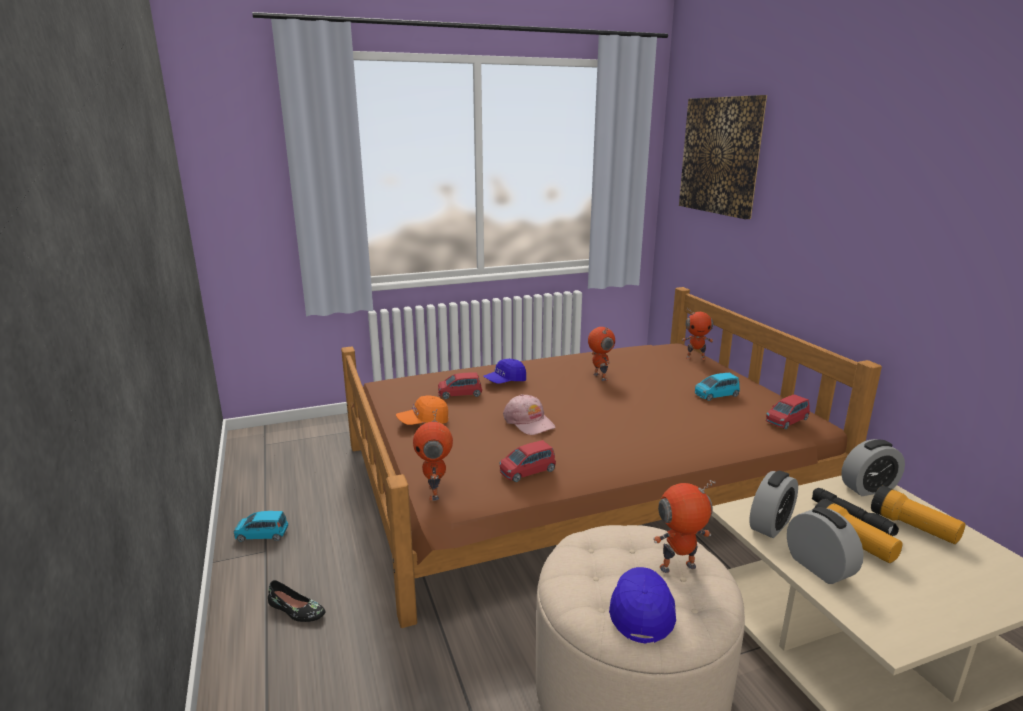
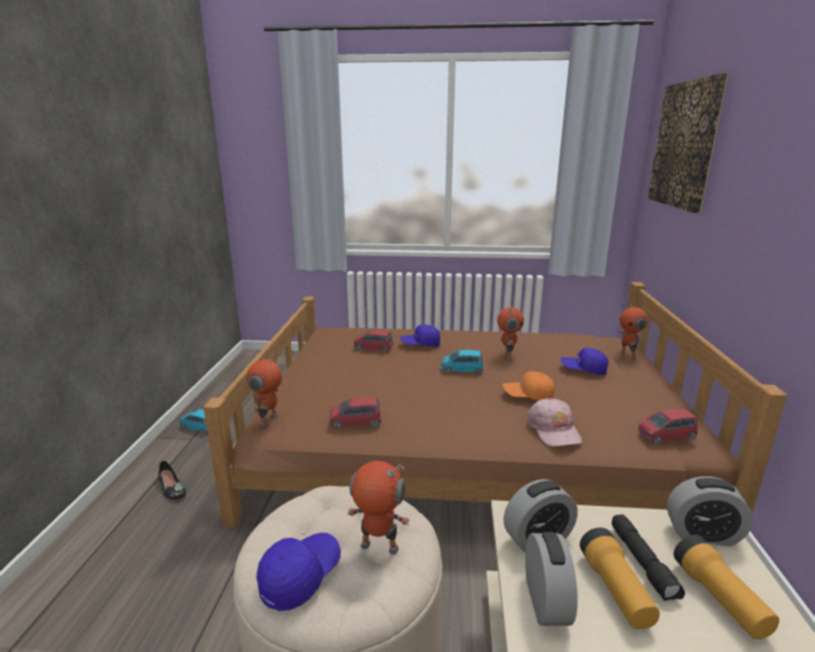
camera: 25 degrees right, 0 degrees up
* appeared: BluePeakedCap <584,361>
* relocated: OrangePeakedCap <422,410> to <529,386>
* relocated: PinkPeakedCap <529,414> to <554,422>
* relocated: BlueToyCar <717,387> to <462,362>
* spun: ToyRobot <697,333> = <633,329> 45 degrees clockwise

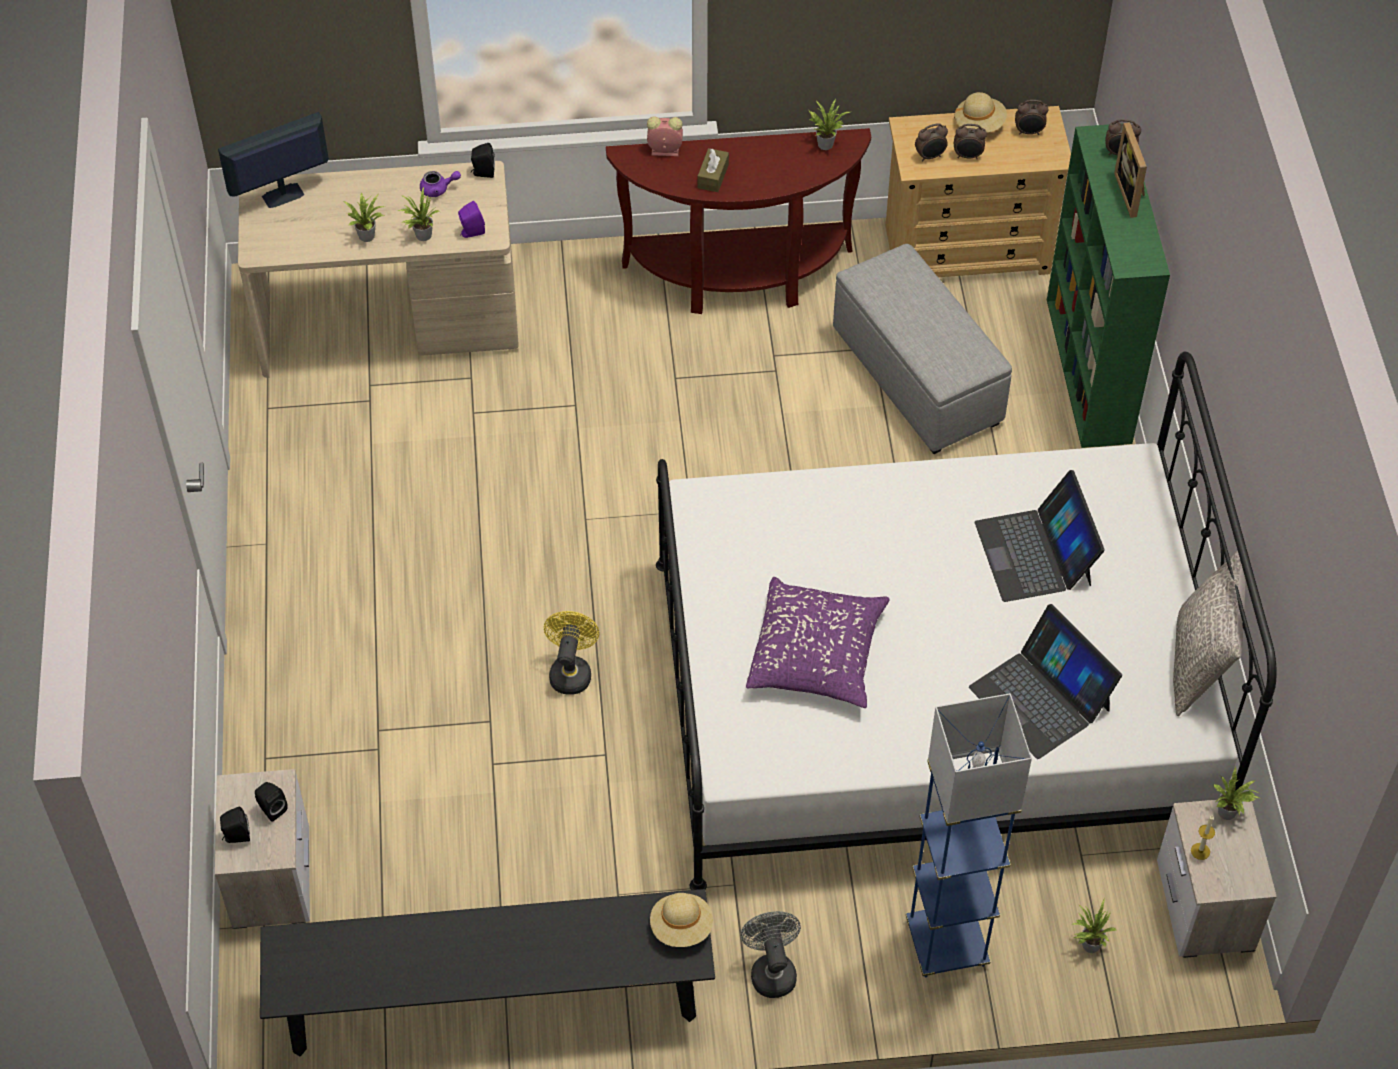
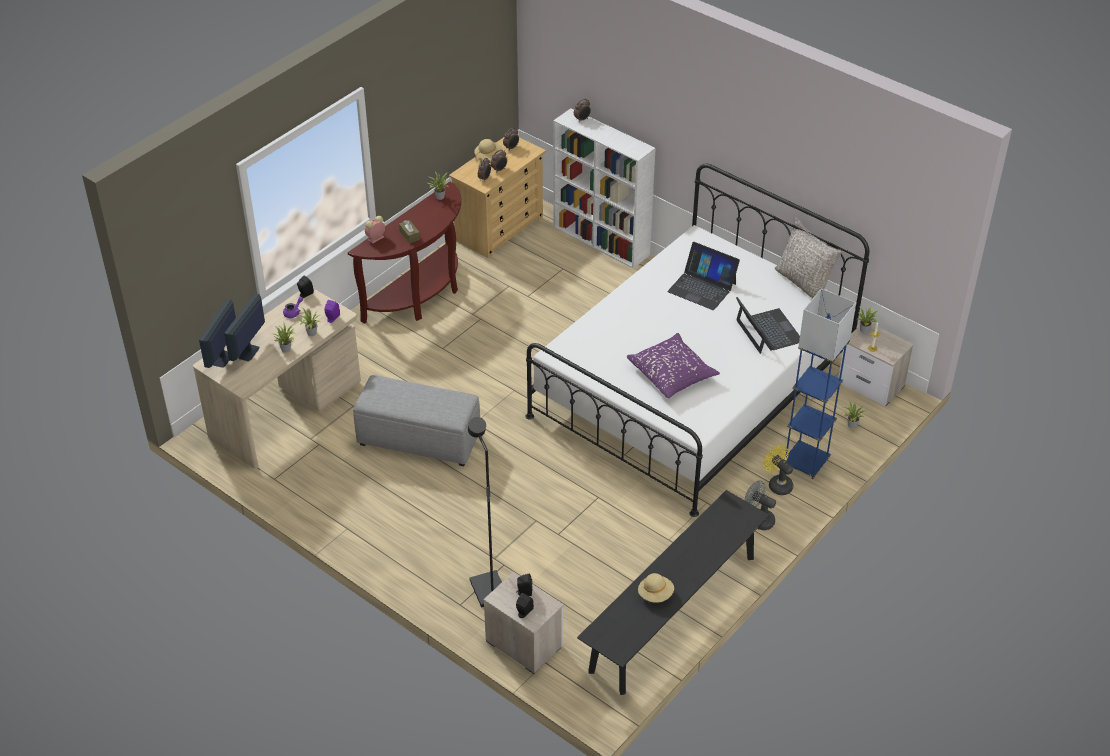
camera: 45 degrees left, 10 degrees down
* missing: PictureFrame <1130,170>
* appeared: ComputerDisplay <244,327>
* appeared: BlackStandardLamp <485,512>
* relocated: YellowCoolingFan <571,653> to <778,470>
* relocated: SandColouredClothingHat <681,920> to <656,588>
* relocated: GreyishFootrest <922,349> to <416,420>
* colour: GreenishShelvingUnit <1108,285> to WhitishShelvingUnit <604,188>
* spun: NotebookComputer <1045,681> = <768,325> 120 degrees counterclockwise

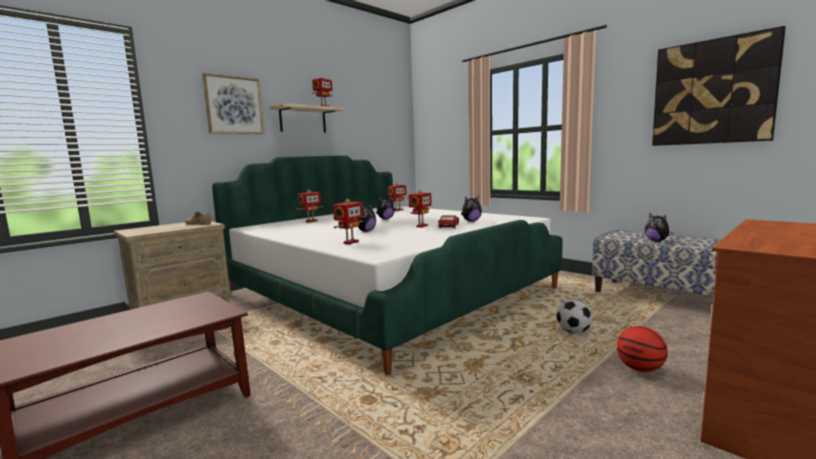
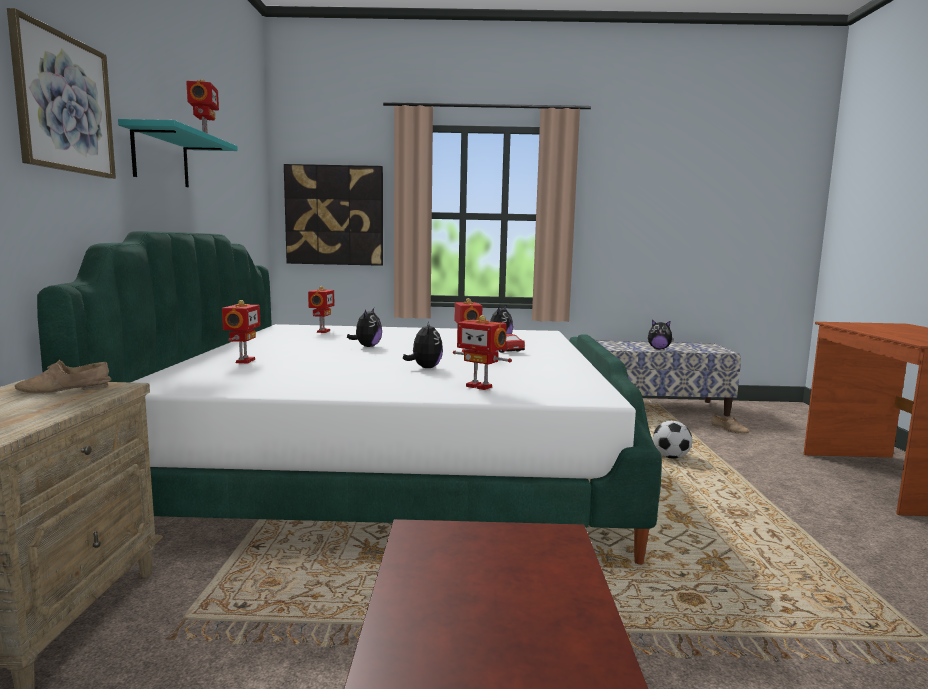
camera: 45 degrees left, 0 degrees up
* missing: BallForBasketball <642,349>
* appeared: SandColouredShoe <730,424>
* relocated: WallPicture <719,86> to <333,215>
* colour: SandColouredBracketShelf <307,118> to BlueGreenBracketShelf <178,153>
* spun: ToyRobot <348,221> = <482,352> 135 degrees clockwise

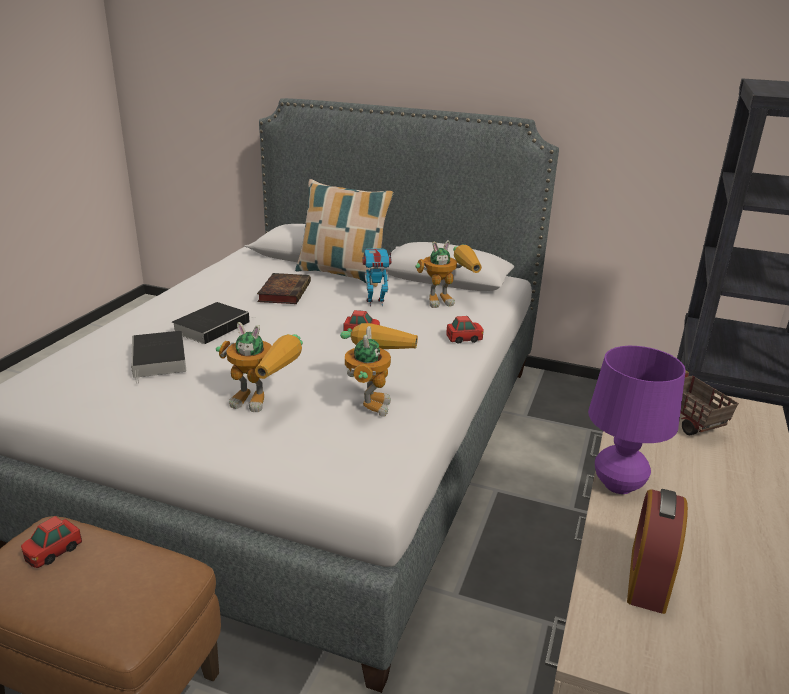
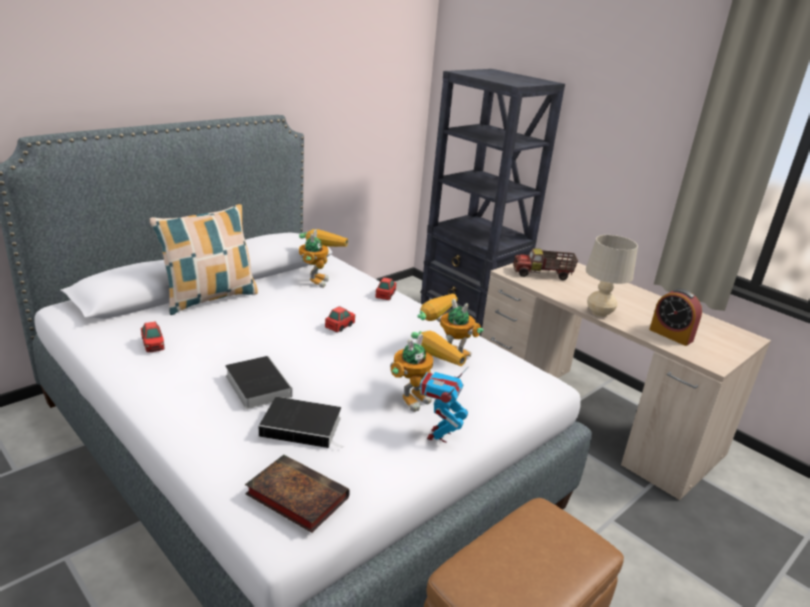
camera: 65 degrees left, 0 degrees up
* relocated: ToyCar <51,542> to <153,336>
* relocated: Volume <284,288> to <297,494>
* relocated: ToyRobot <377,277> to <443,405>
* colour: PurpleTableLamp <637,420> to SandColouredTableLamp <612,276>

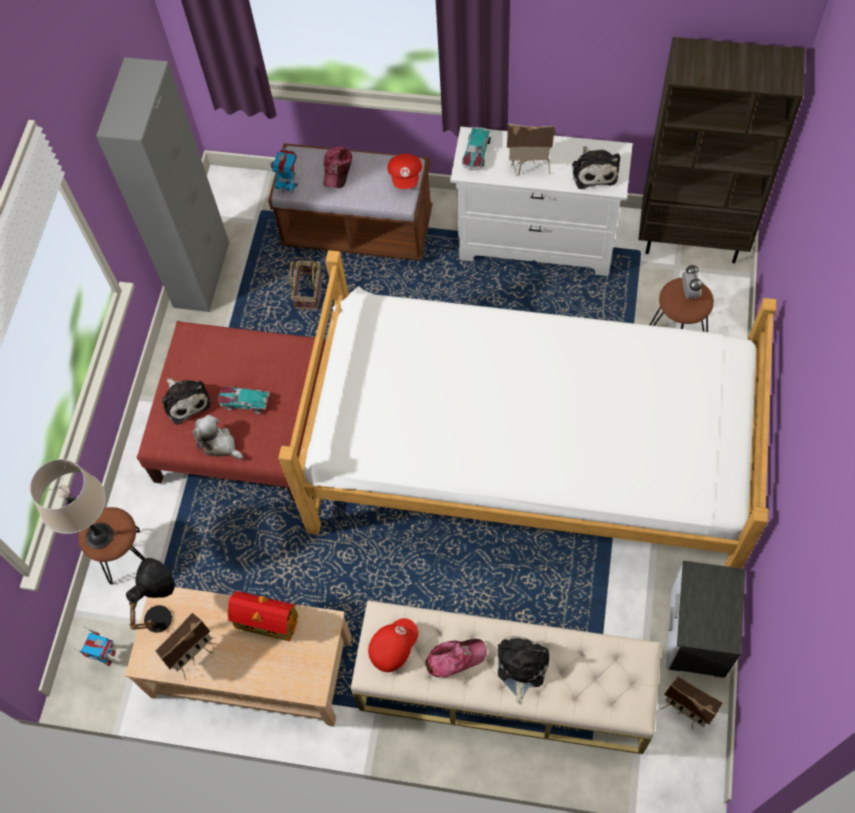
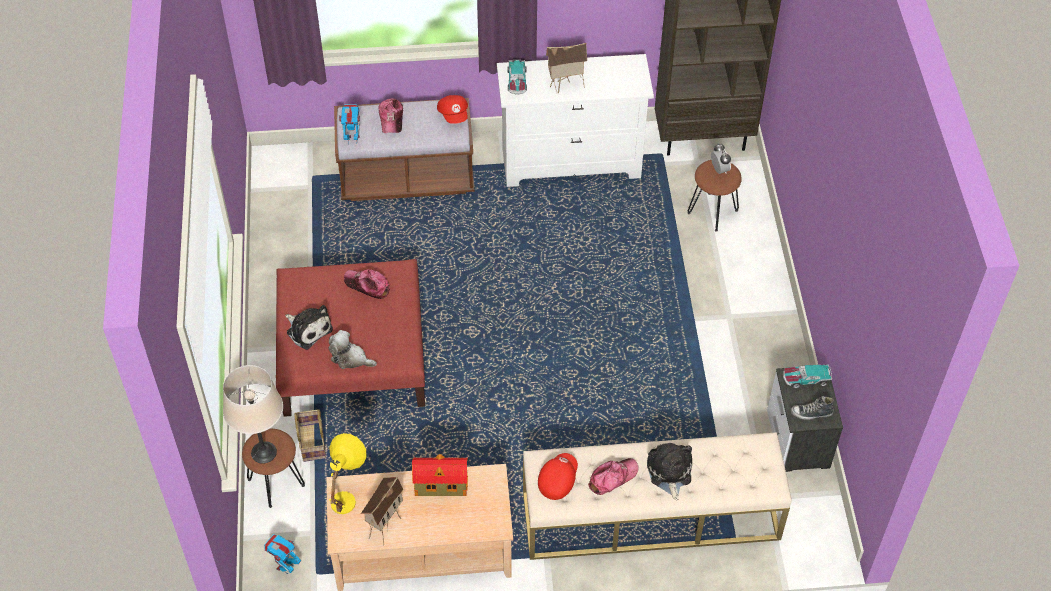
camera: 20 degrees left, 10 degrees down
* missing: GreyishCupboard <162,184>
* missing: BedroomBed <527,409>
* missing: CuddlyToy <596,167>
* missing: MiniatureHouse <692,703>
* appeared: PeakedCap <367,284>
* appeared: Shoe <812,408>
* relocated: ToyCar <243,400> to <807,376>
* relocated: StorageBasket <306,285> to <310,435>
* colour: BlackTableLamp <150,595> to YellowTableLamp <348,473>
* spun: ToyRobot <95,646> = <282,554> 150 degrees counterclockwise

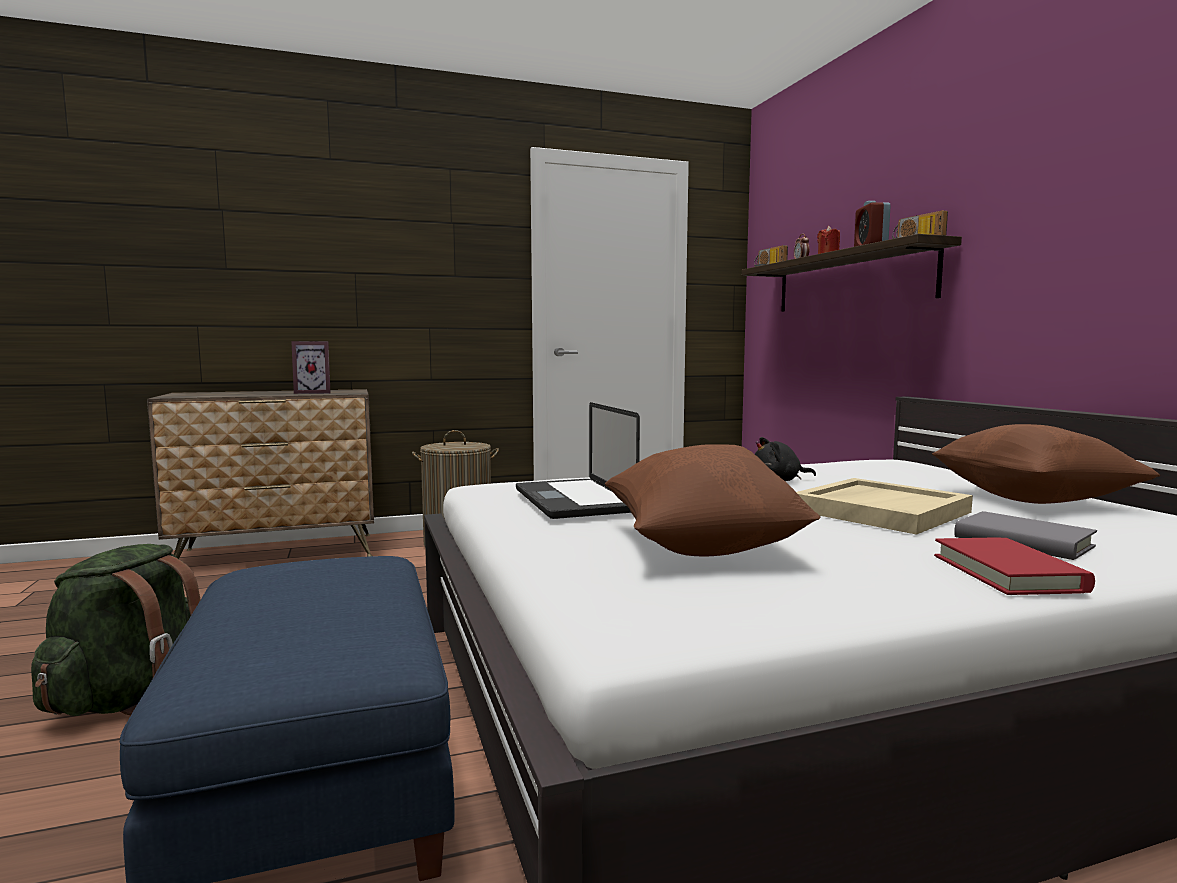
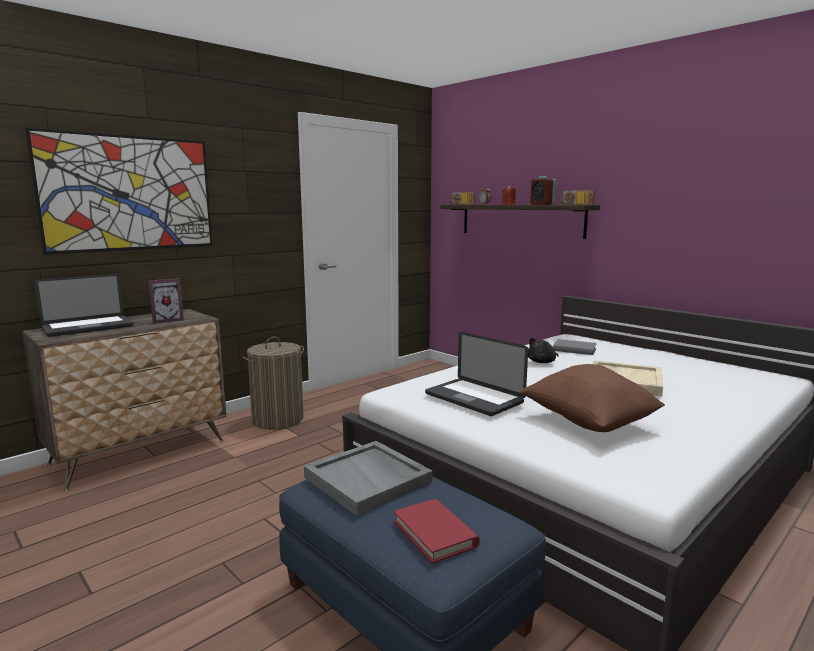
camera: 25 degrees left, 5 degrees up
* missing: GreenishKnapsack <115,630>
* missing: BrownCushion <1046,464>
* appeared: WallPicture <118,191>
* appeared: NotebookComputer <84,305>
* appeared: GreyishServingTray <368,478>
* relocated: RedVolume <1014,566> to <436,531>
* relocated: GreyishVolume <1025,535> to <575,347>

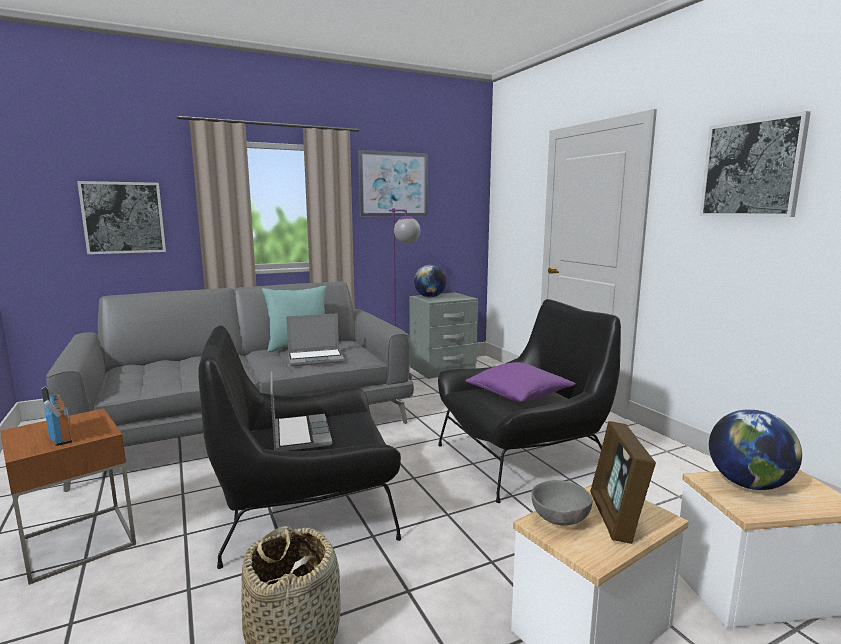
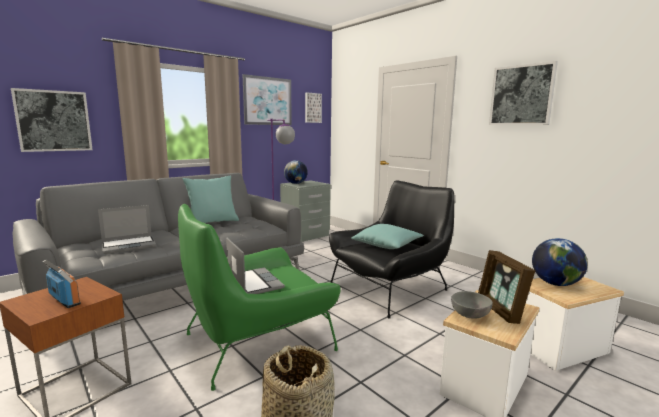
camera: 15 degrees left, 0 degrees up
* appeared: WallPicture <313,107>
* relocated: NotebookComputer <315,339> to <127,229>
* colour: BlackLoungeChair <299,447> to GreenishLoungeChair <259,297>
* colour: PurpleCushion <520,382> to BlueGreenCushion <387,236>

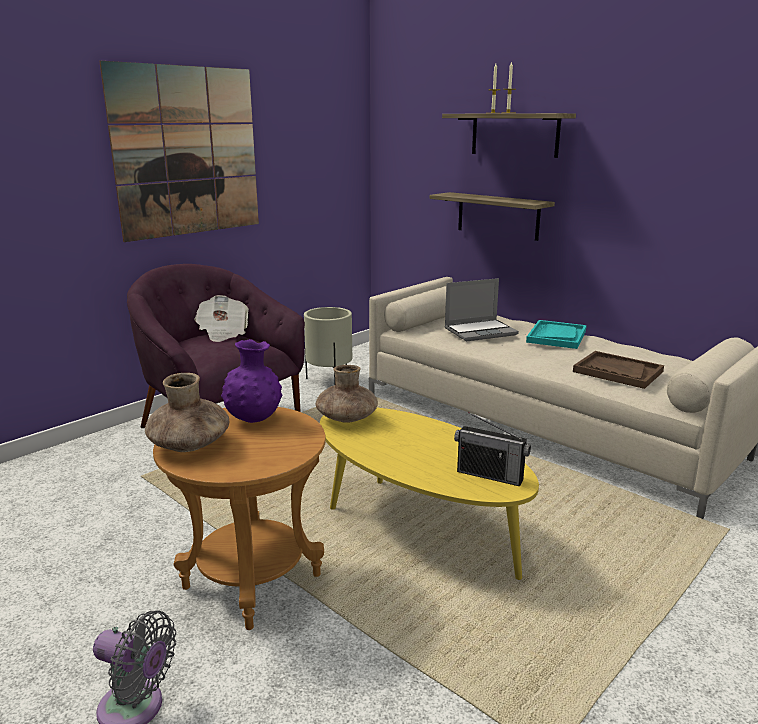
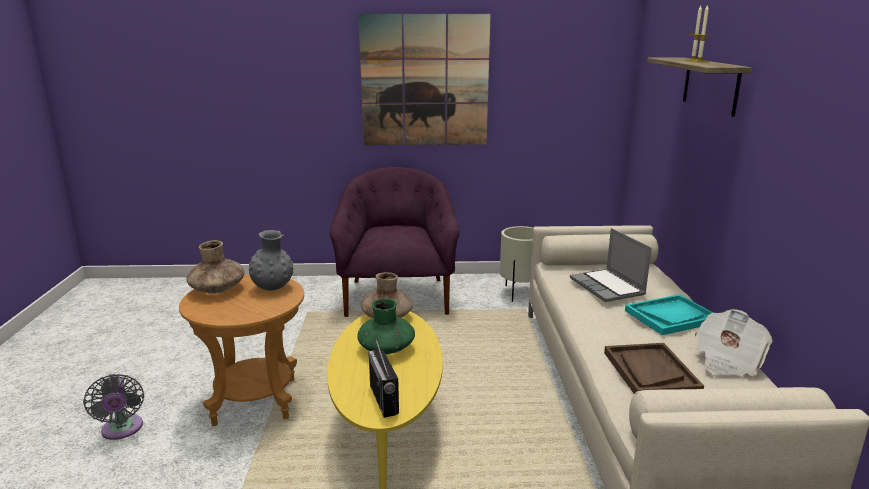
camera: 45 degrees right, 0 degrees up
* missing: BracketShelf <492,216>
* appeared: GreenishDecorativeVase <386,326>
* relocated: DailyPaper <221,318> to <734,342>
* colour: PurpleDecorativeVase <251,381> to GreyishDecorativeVase <271,260>
* spun: NotebookComputer <482,309> = <611,265> 45 degrees clockwise

